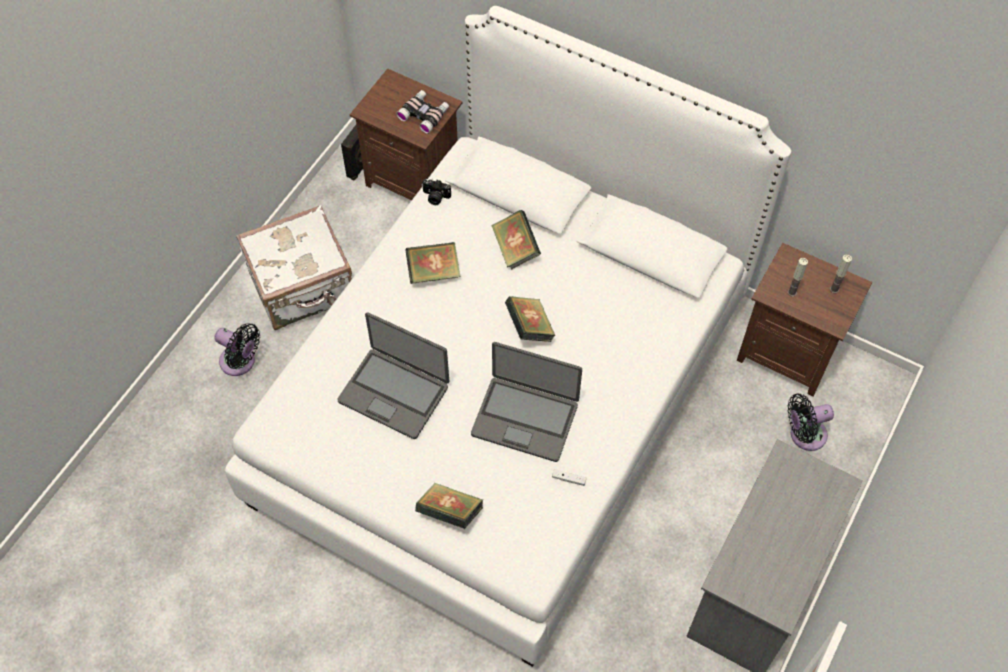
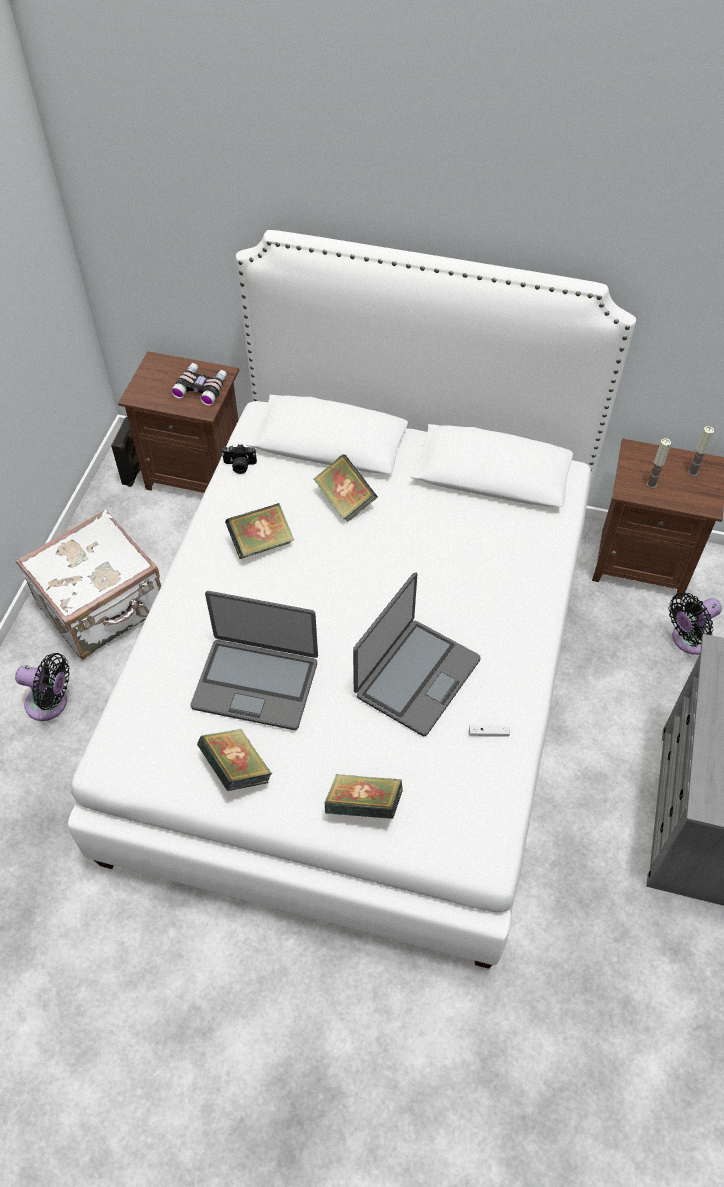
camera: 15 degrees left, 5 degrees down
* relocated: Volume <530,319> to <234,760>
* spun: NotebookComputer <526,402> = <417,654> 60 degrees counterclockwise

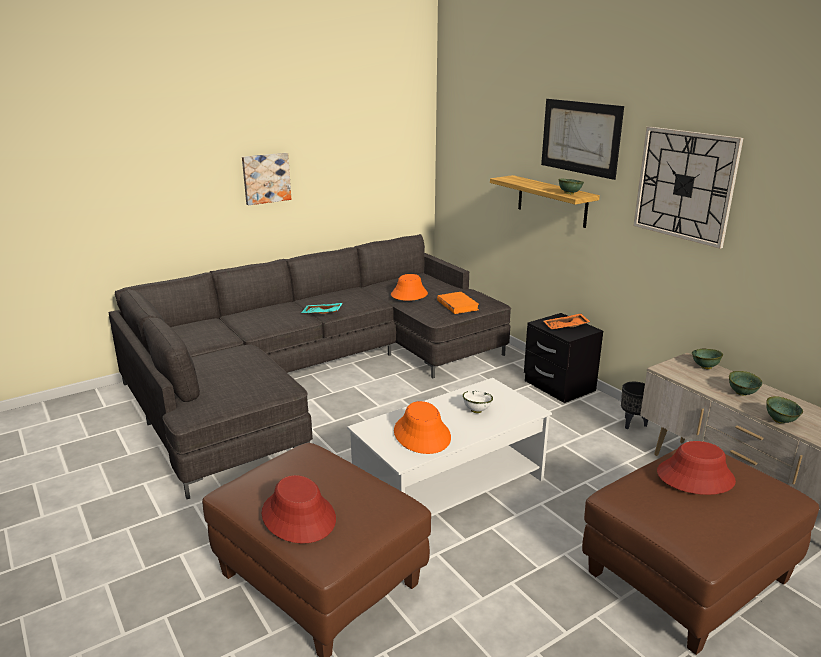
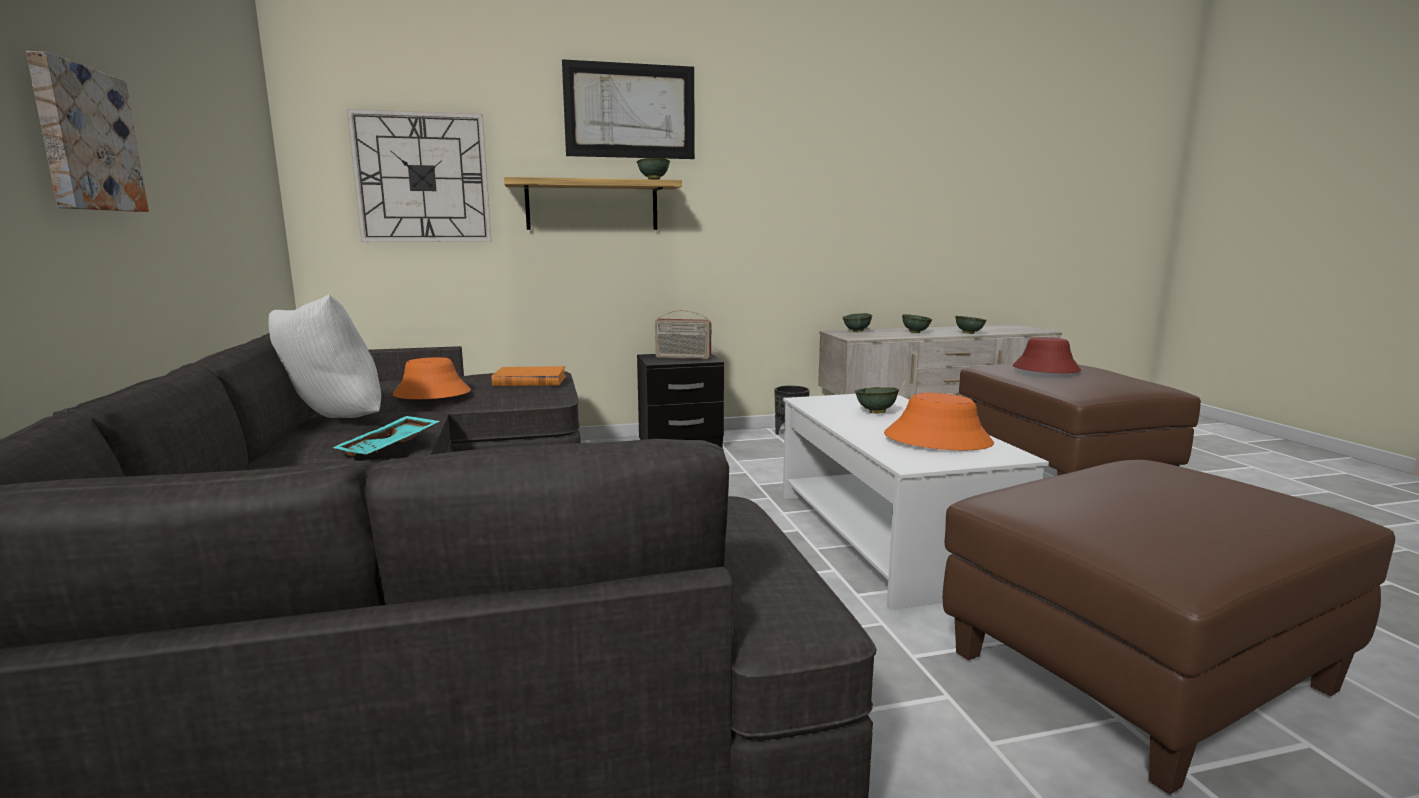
camera: 70 degrees left, 10 degrees down
* missing: RedClothingHat <299,509>
* appeared: WhitishCushion <324,356>
* relocated: WallClock <688,188> to <419,175>
* exchanged: OrangeServingTray <567,321> to Radio <683,334>
* colour: WhitishBowl <478,402> to GreenishBowl <877,400>

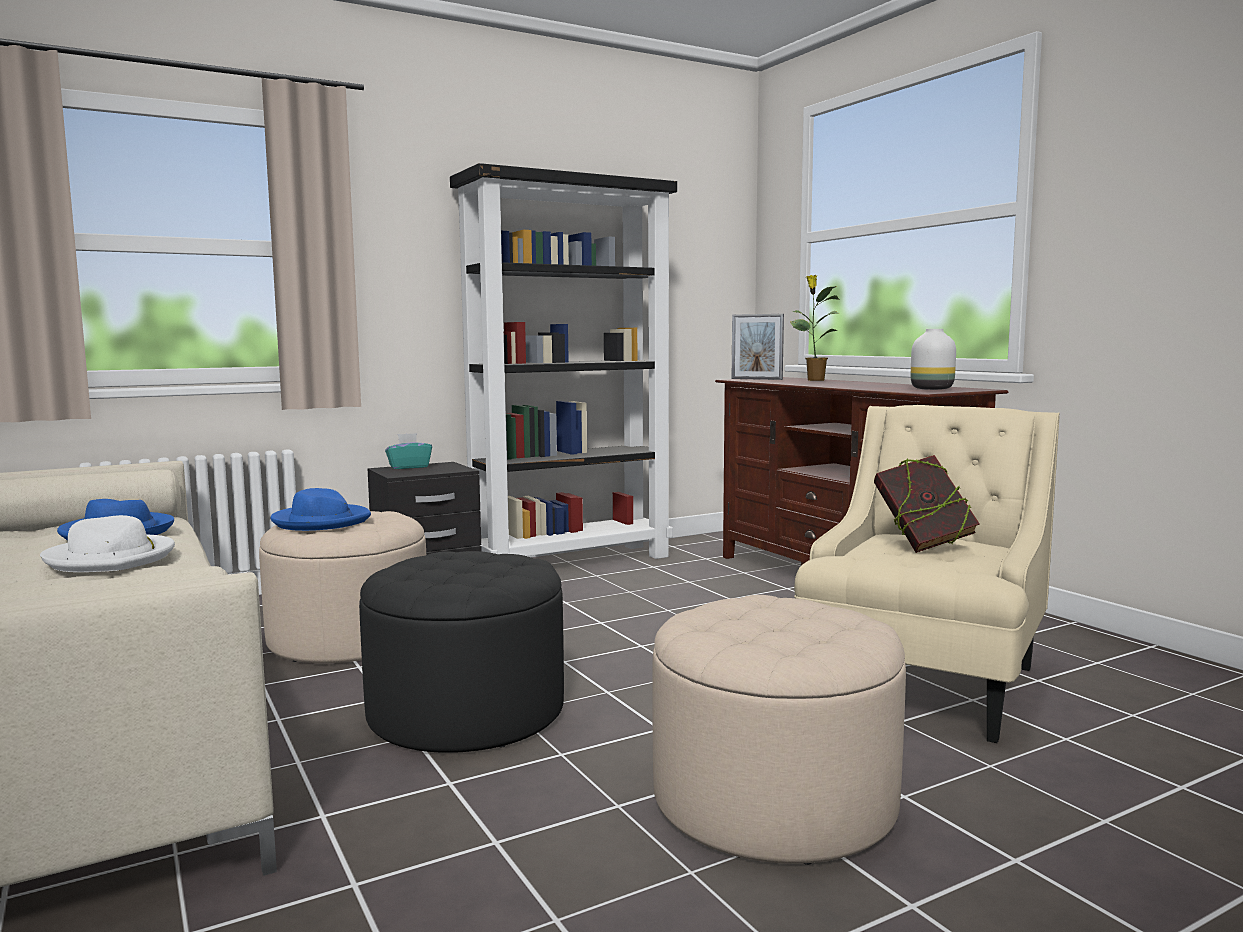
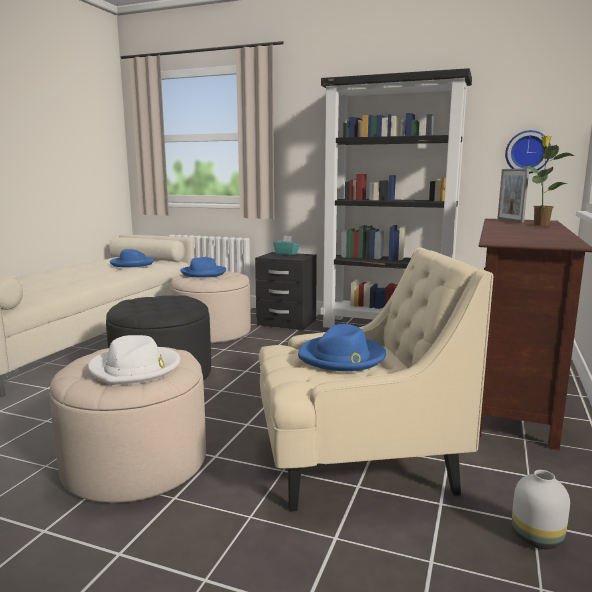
camera: 50 degrees right, 5 degrees up
* appeared: WallClock <528,152>
* relocated: WhitishClothingHat <107,543> to <134,360>
* relocated: WhitishDecorativeVase <933,359> to <541,509>
* exchanged: Volume <927,504> to BlueClothingHat <342,347>

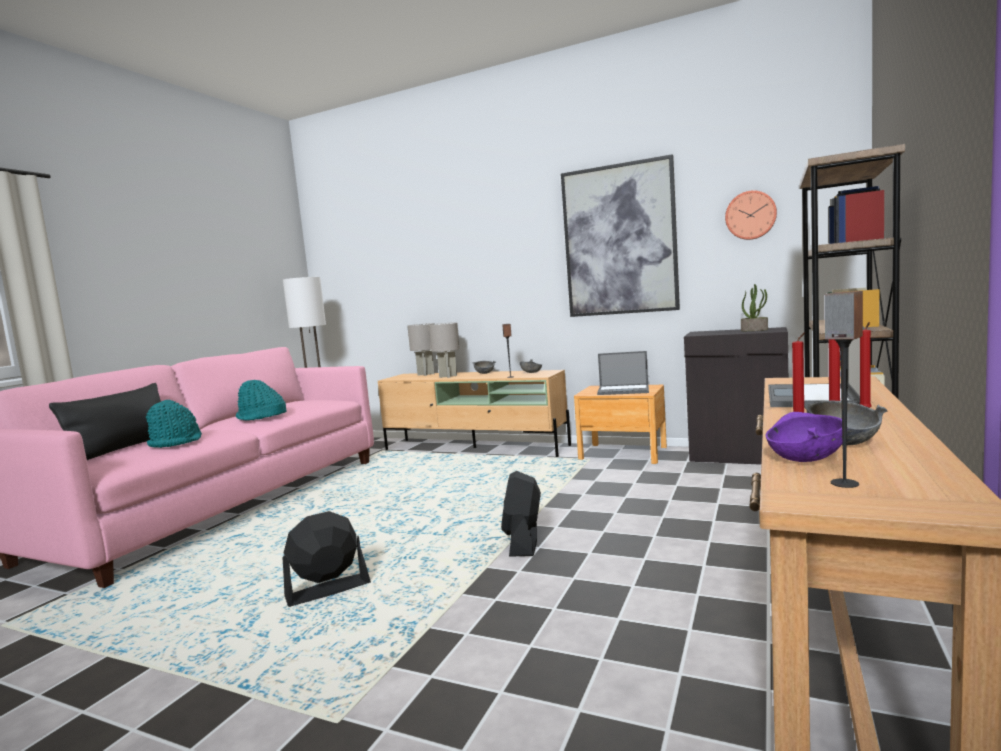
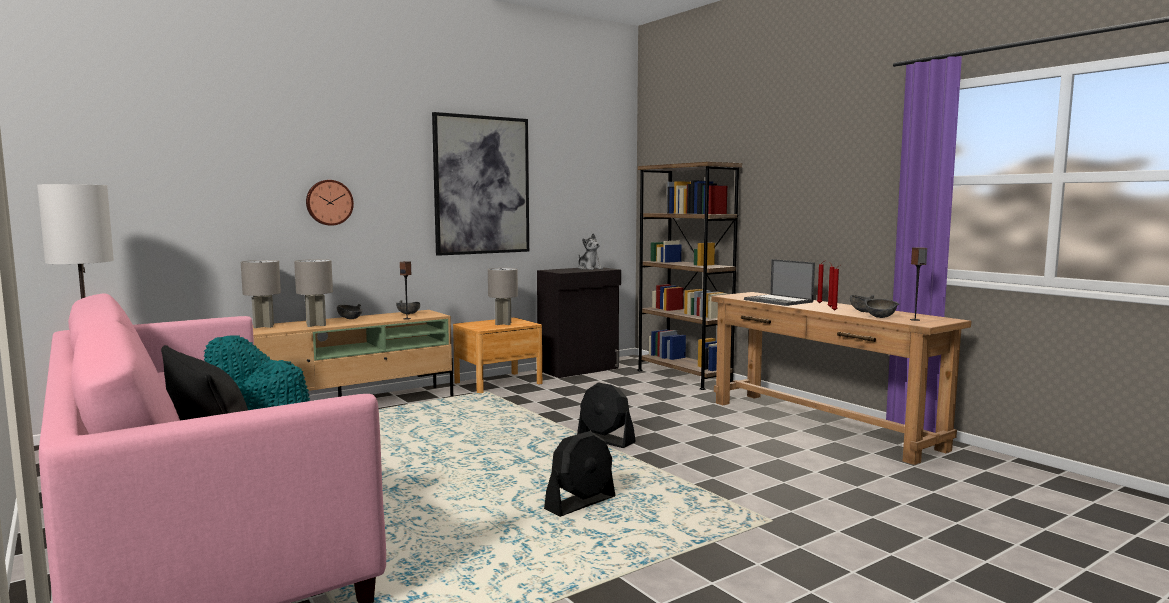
camera: 60 degrees left, 0 degrees up
* relocated: WallClock <751,215> to <330,203>
* exchanged: NotebookComputer <623,373> to GreyishTableLamp <503,296>
* exchanged: PottedPlant <754,307> to CuddlyToy <590,251>
* colour: PurpleBowl <803,437> to GreyishBowl <882,308>
* spun: BlackCoolingFan <327,559> = <579,474> 135 degrees counterclockwise

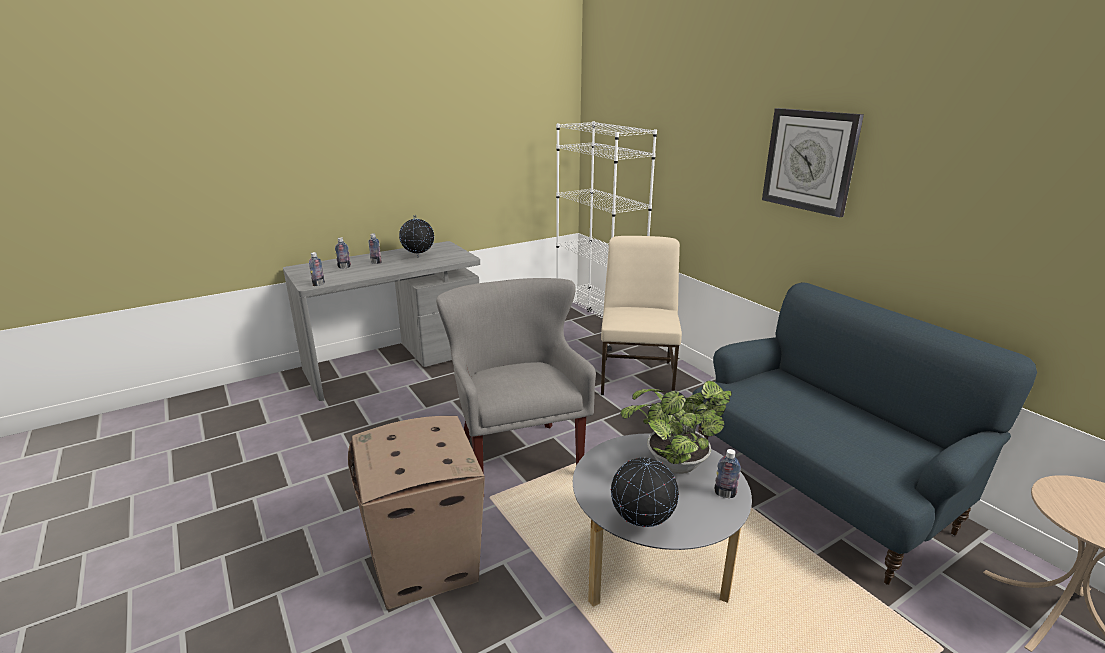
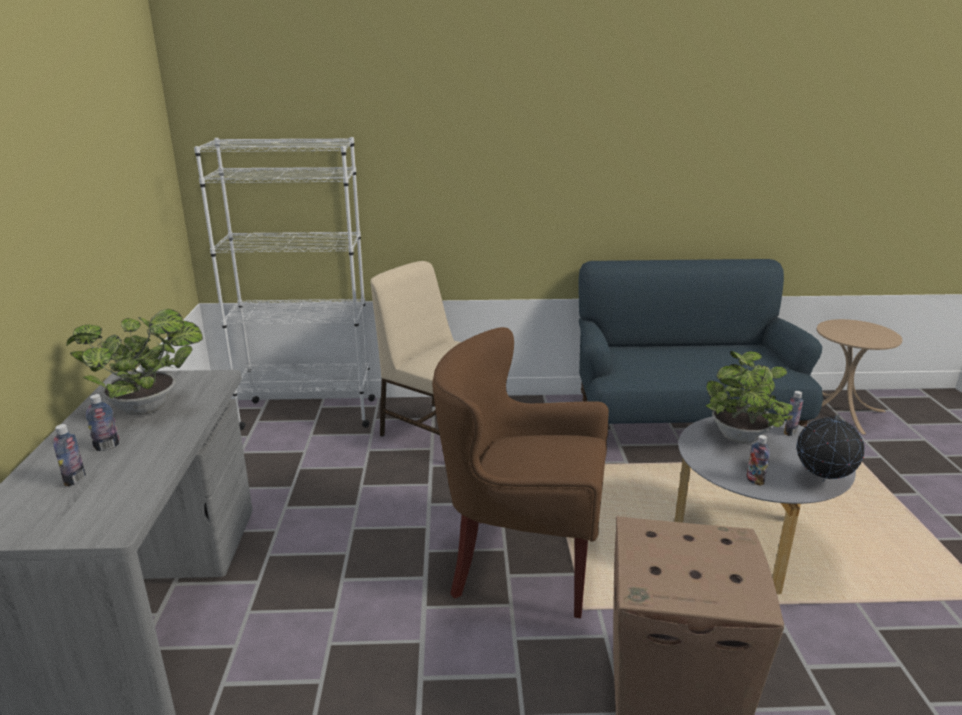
camera: 60 degrees left, 0 degrees up
* missing: WallClock <813,163>
* relocated: Bottle <317,269> to <758,460>
* exchanged: Globe <416,236> to PottedPlant <134,362>
* colour: GreyishLoungeChair <516,376> to BrownLoungeChair <520,472>

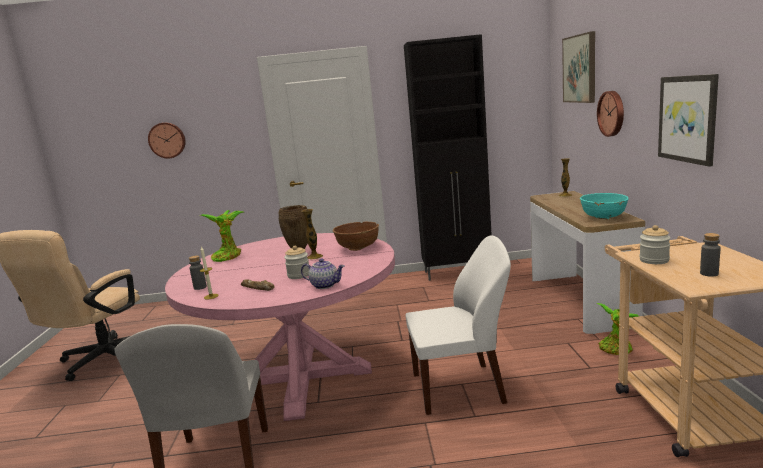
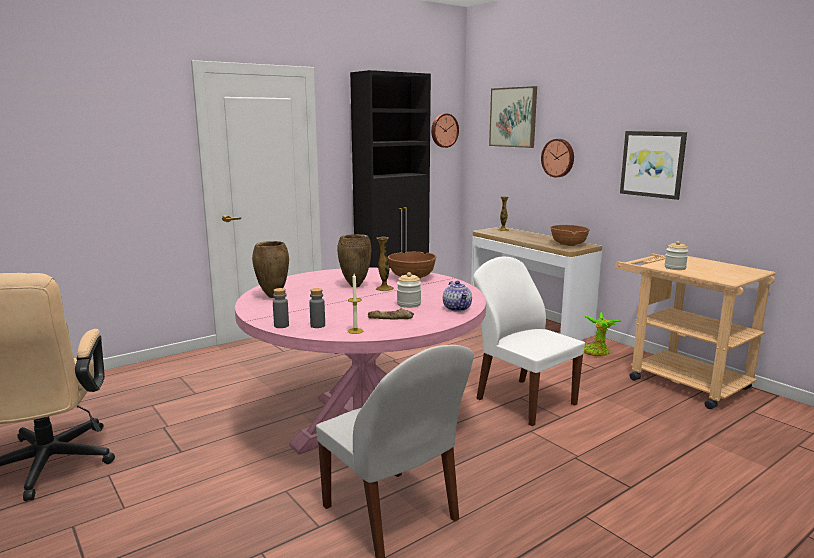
camera: 35 degrees left, 0 degrees up
* relocated: WallClock <167,140> to <445,131>
* relocated: GreyishBottle <710,255> to <281,308>
* exchanged: PottedPlant <221,236> to BrownDecorativeVase <270,269>
* colour: BlueGreenBowl <604,206> to BrownBowl <570,235>
* spun: TeaPot <323,273> = <457,296> 90 degrees clockwise
* spun: WhitishUprightChair <458,325> = <529,341> 90 degrees counterclockwise

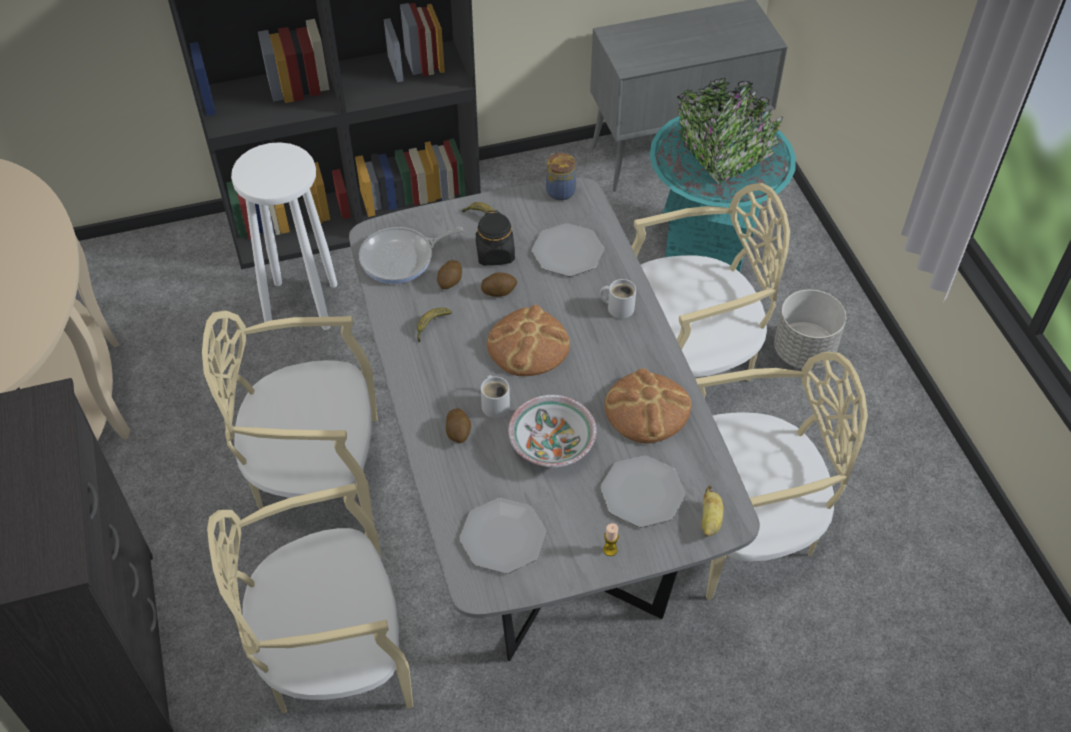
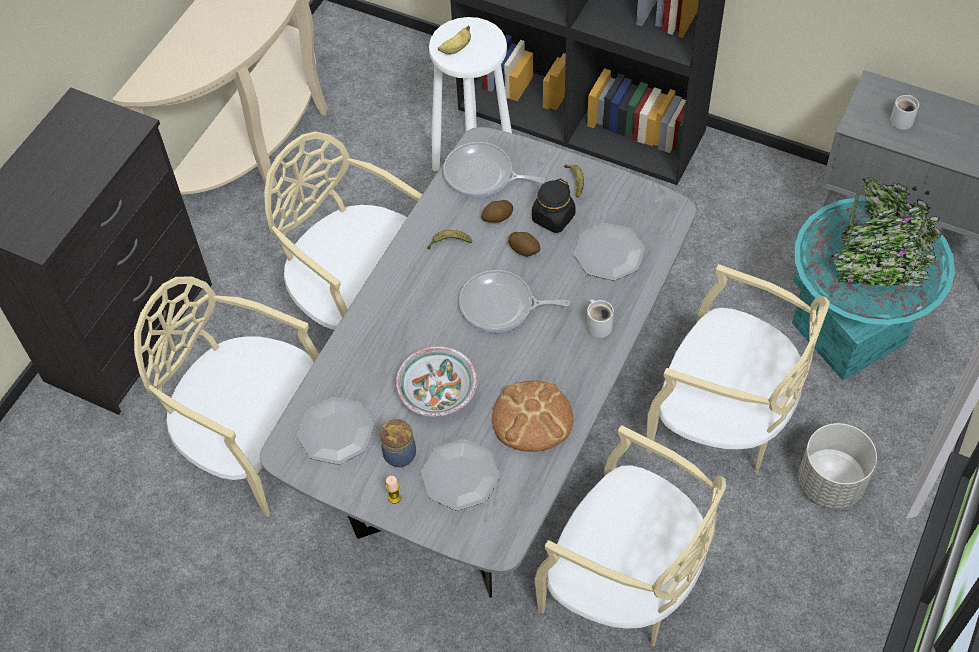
camera: 45 degrees right, 5 degrees up
* missing: WholePotato <458,425>
* relocated: WhitishMug <495,396> to <904,112>
* relocated: Jar <561,176> to <398,442>
* relocated: WholeBanana <713,511> to <454,39>
* exchanged: BakedBread <528,340> to FryingPan <514,301>

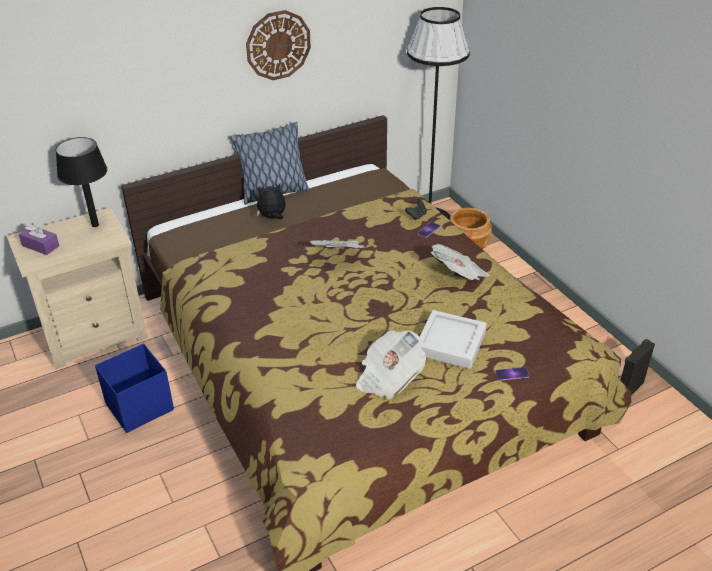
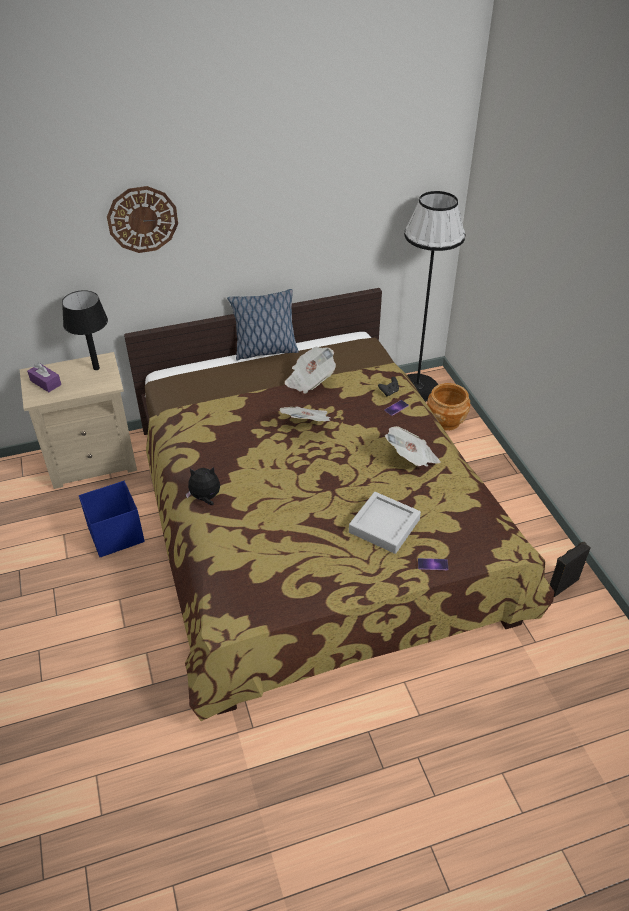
camera: 10 degrees right, 5 degrees up
* relocated: WallClock <278,45> to <142,219>
* relocated: CuddlyToy <271,201> to <203,486>
* relocated: DailyPaper <391,364> to <310,370>

